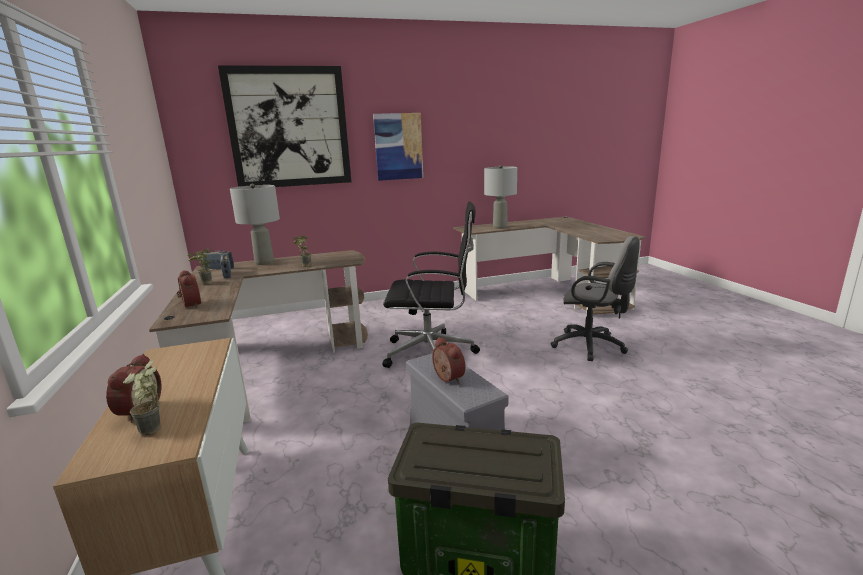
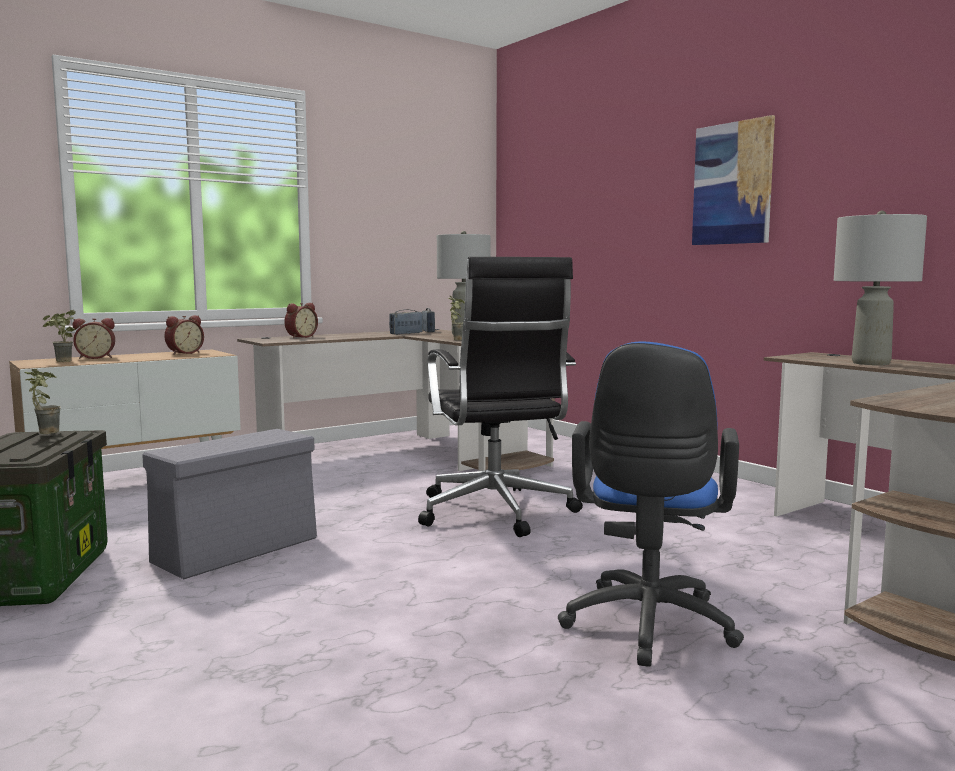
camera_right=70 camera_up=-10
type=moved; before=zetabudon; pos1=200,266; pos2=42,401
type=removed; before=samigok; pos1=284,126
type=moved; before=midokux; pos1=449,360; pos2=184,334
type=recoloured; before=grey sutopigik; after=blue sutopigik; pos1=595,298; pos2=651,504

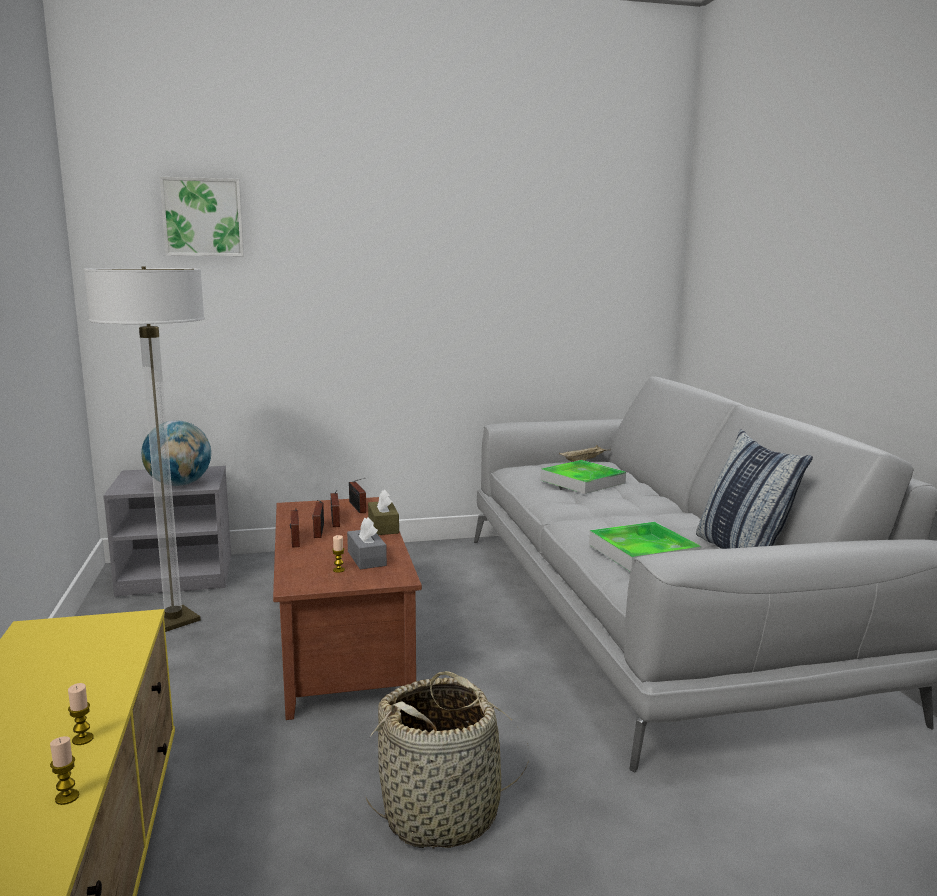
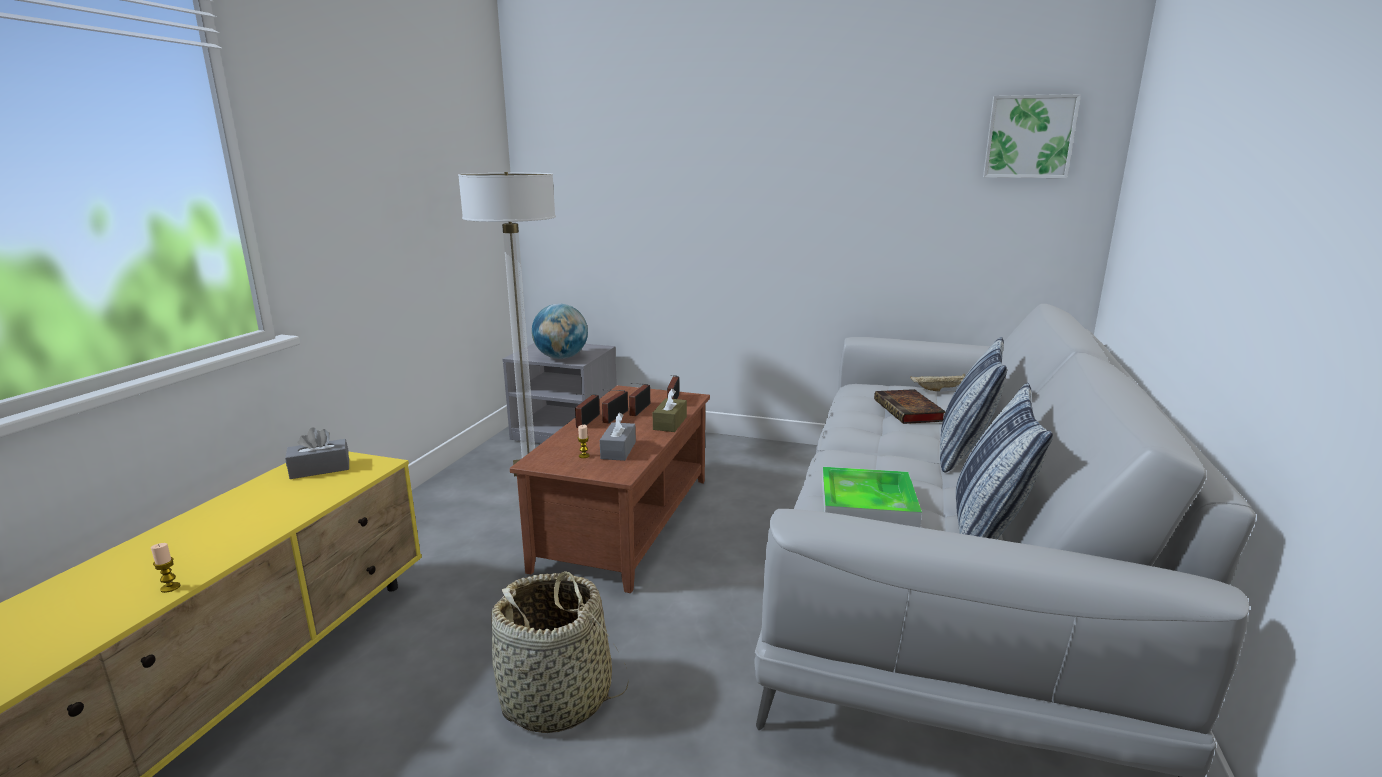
camera_right=30 camera_up=5
type=removed; before=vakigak; pos1=81,714
type=moved; before=samigok; pos1=202,216; pos2=1032,136
type=replaced; before=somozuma; after=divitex; pos1=583,477; pos2=910,406
type=added; after=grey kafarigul; pos2=317,453
type=added; after=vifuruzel; pos2=973,404

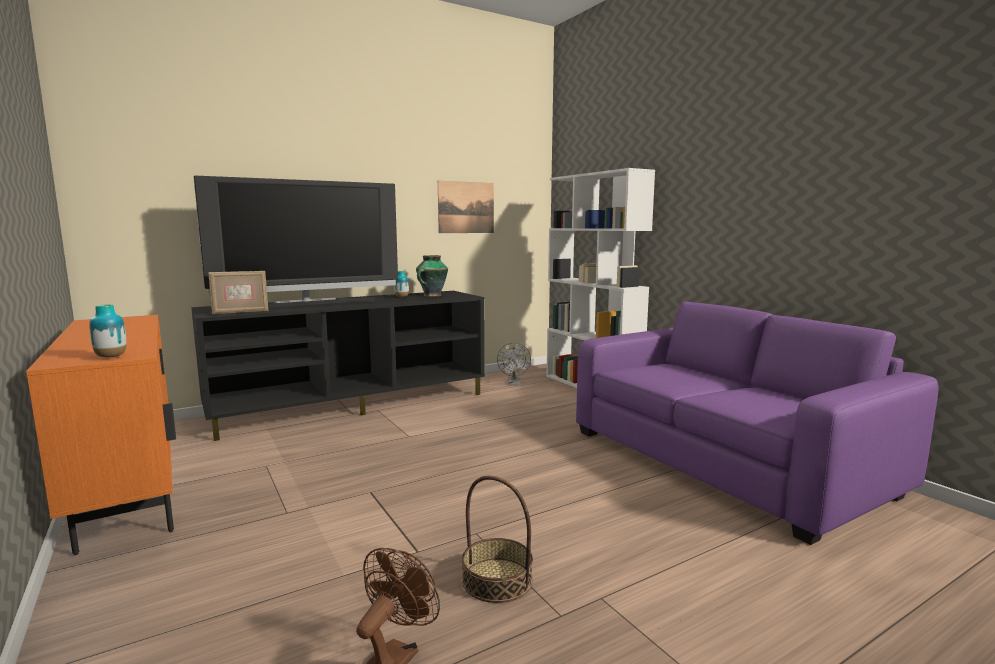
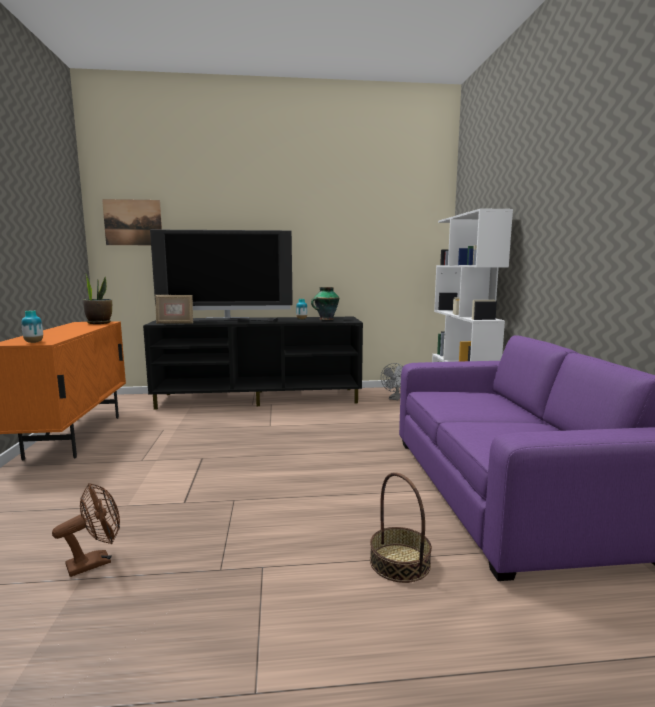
camera_right=25 camera_up=0
type=moved; before=samigok; pos1=466,207; pos2=132,222
type=moved; before=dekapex; pos1=497,539; pos2=401,527
type=added; after=zetabudon; pos2=97,299

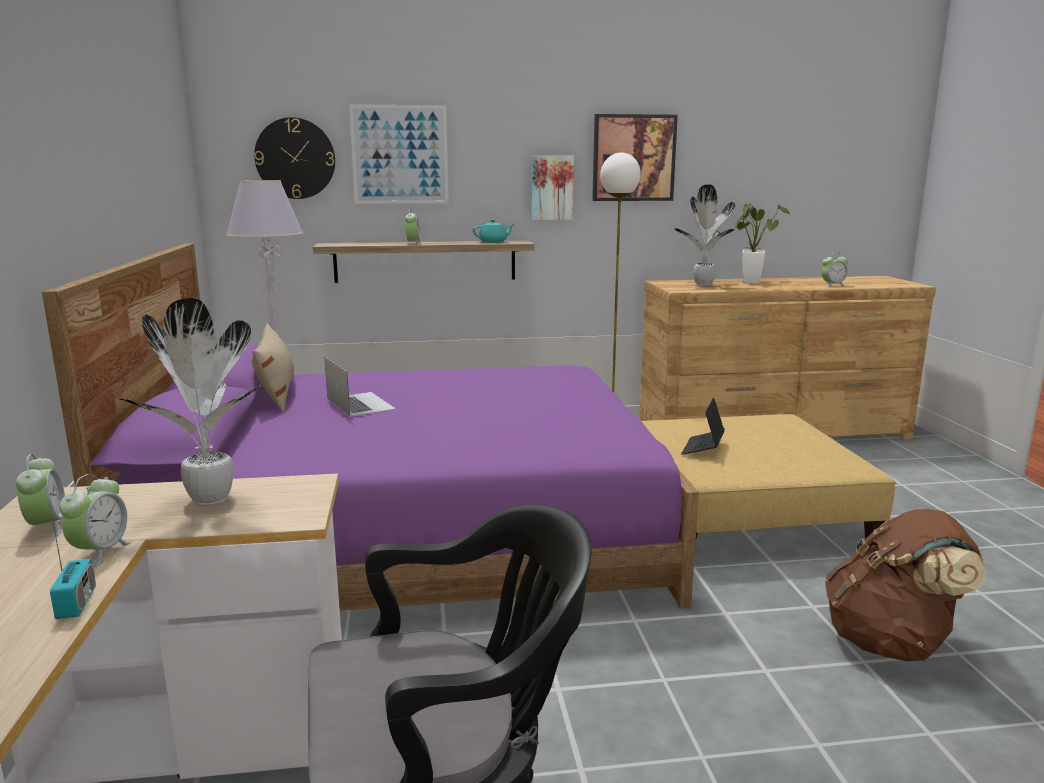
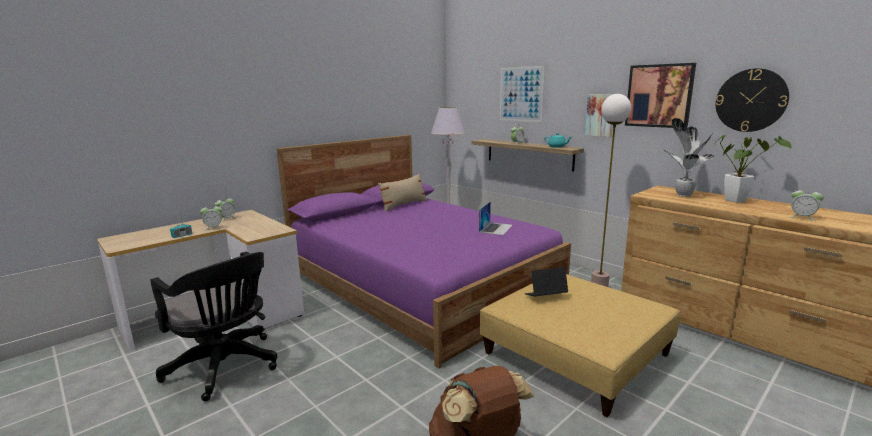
camera_right=55 camera_up=0
type=removed; before=zetabudon; pos1=190,402
type=moved; before=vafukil; pos1=294,158; pos2=752,100
type=moved; before=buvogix; pos1=360,387; pos2=495,218

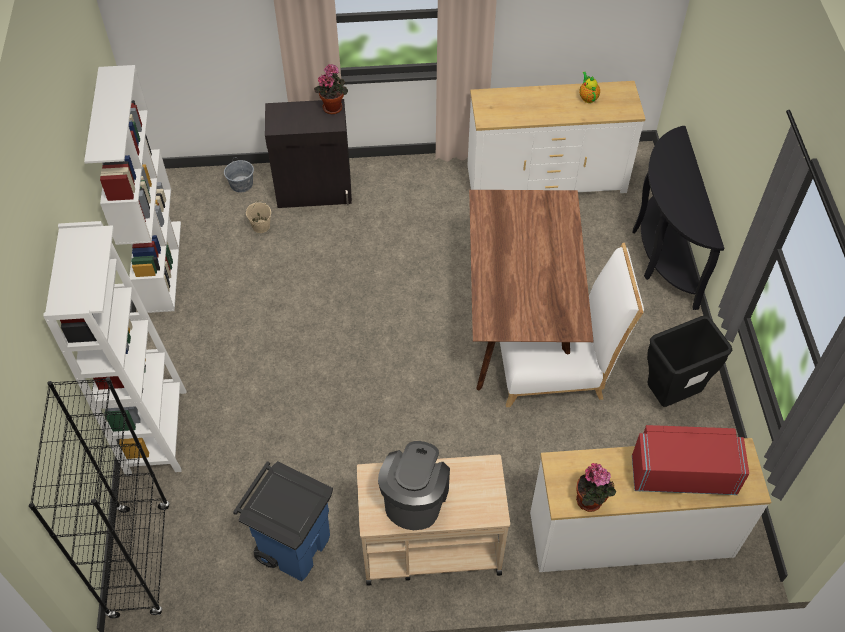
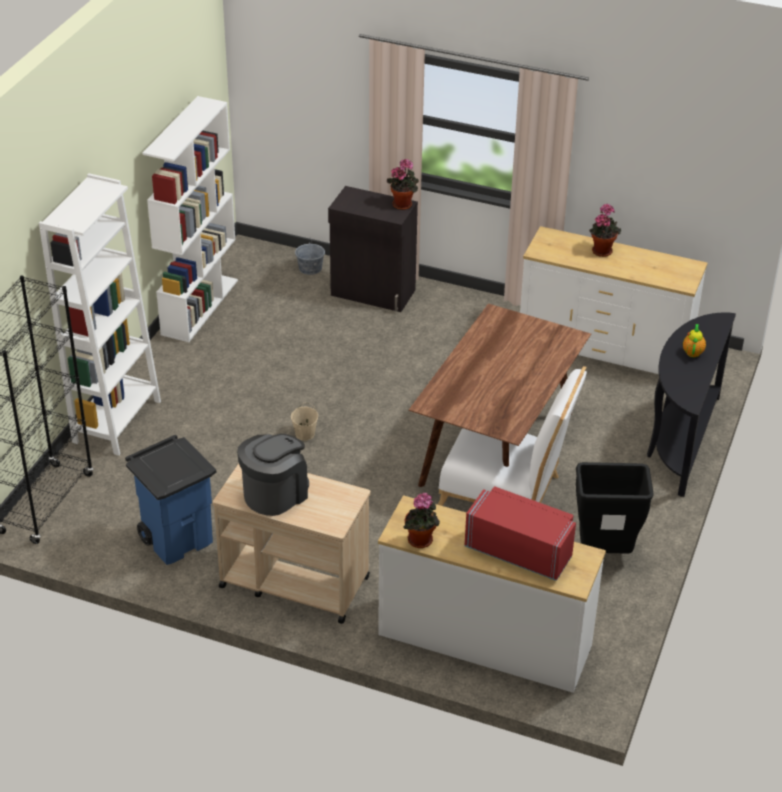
camera_right=25 camera_up=-15
type=moved; before=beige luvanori; pos1=258,216; pos2=304,422
type=moved; before=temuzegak; pos1=589,87; pos2=694,340
type=added; after=zetabudon; pos2=605,230

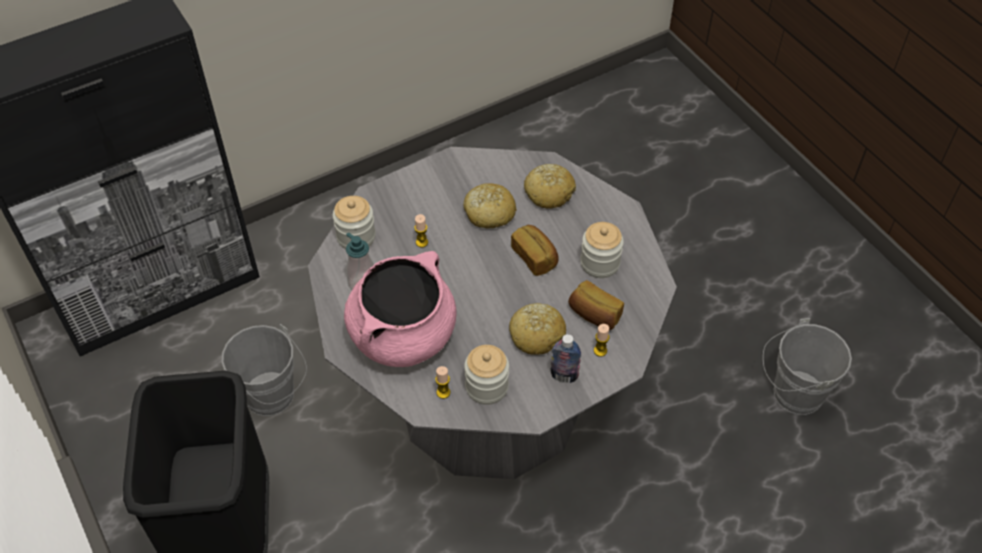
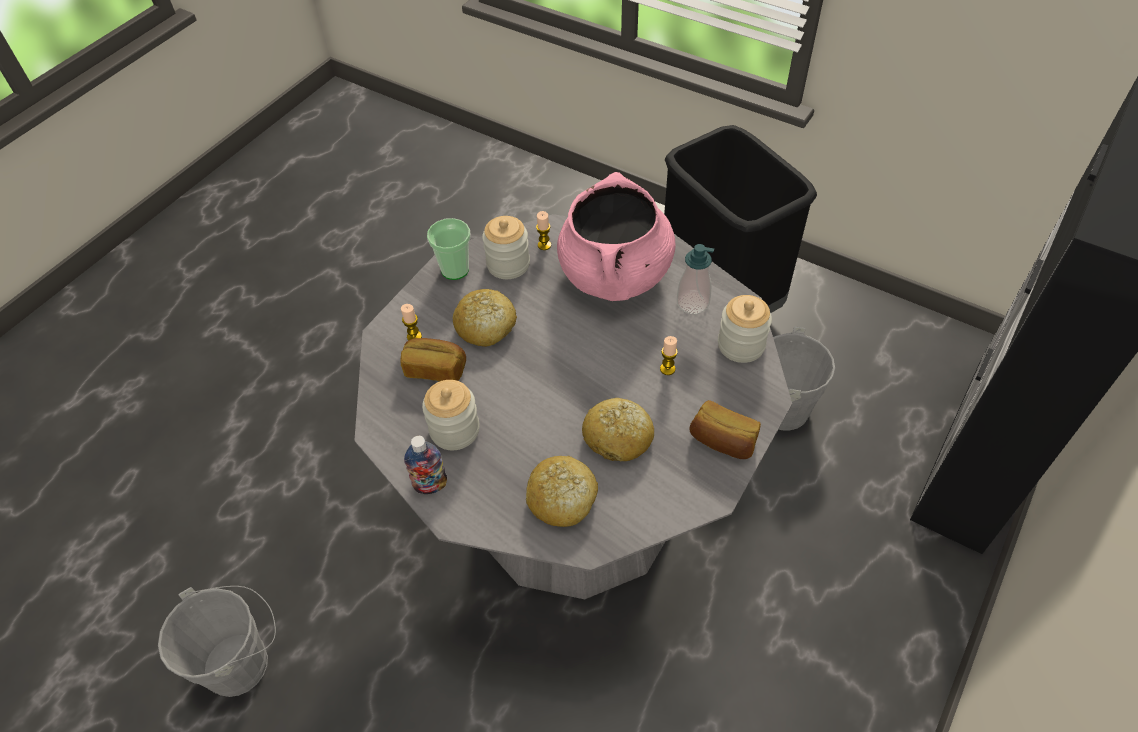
camera_right=155 camera_up=0
type=moved; before=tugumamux; pos1=535,250; pos2=725,429
type=moved; before=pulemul; pos1=565,358; pos2=425,465
type=added; after=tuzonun; pos2=448,249

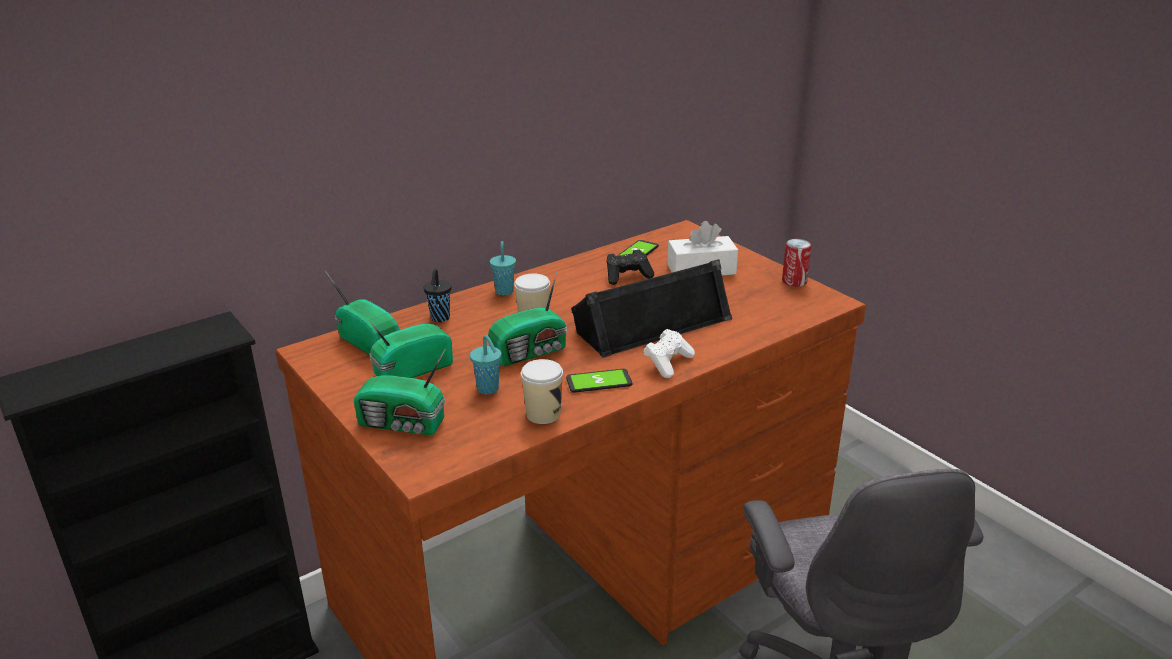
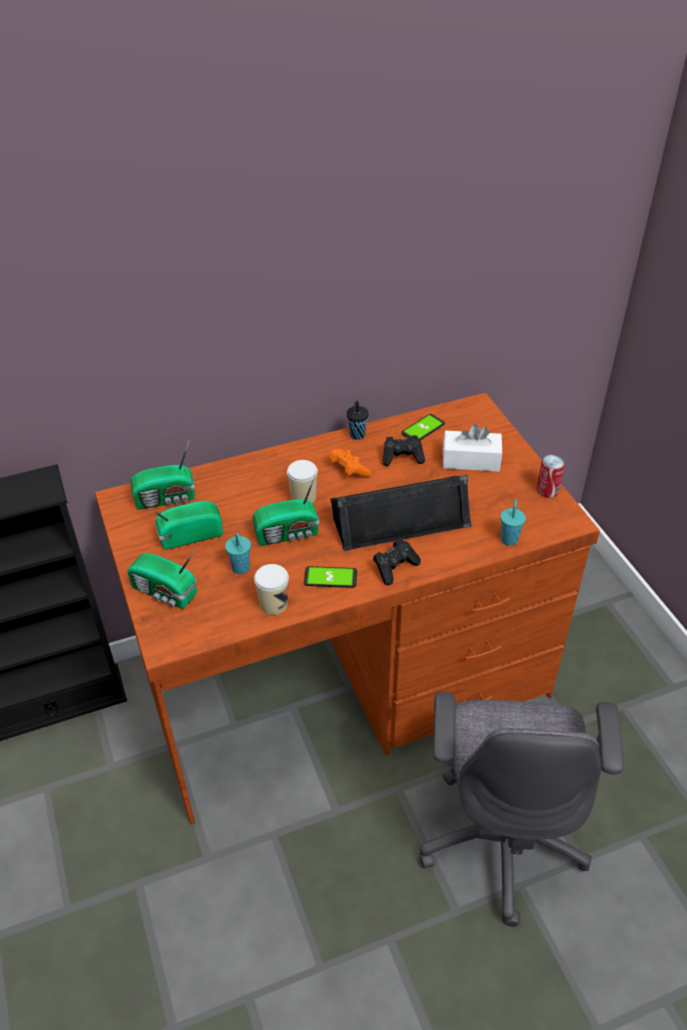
camera_right=15 camera_up=15
type=turned; before=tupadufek; pos1=362,313; pos2=162,474; turn=105
type=moved; before=black tuzonun; pos1=438,295; pos2=358,420
type=moved; before=turquoise tuzonun; pos1=503,268; pos2=513,523
type=recoloured; before=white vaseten; after=black vaseten; pos1=669,353; pos2=397,562
type=added; after=orange vaseten; pos2=350,463

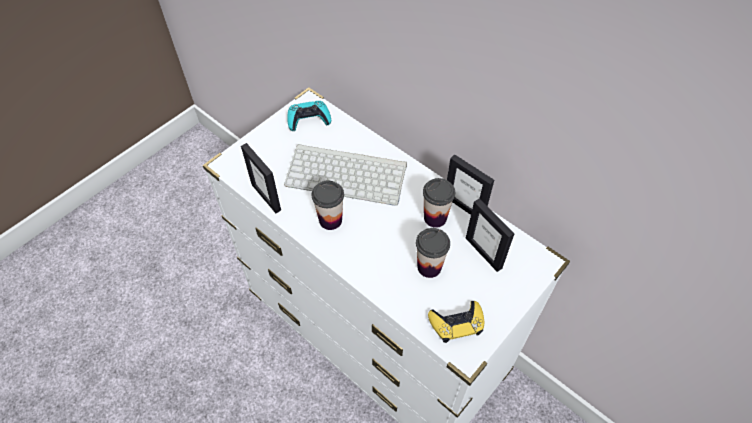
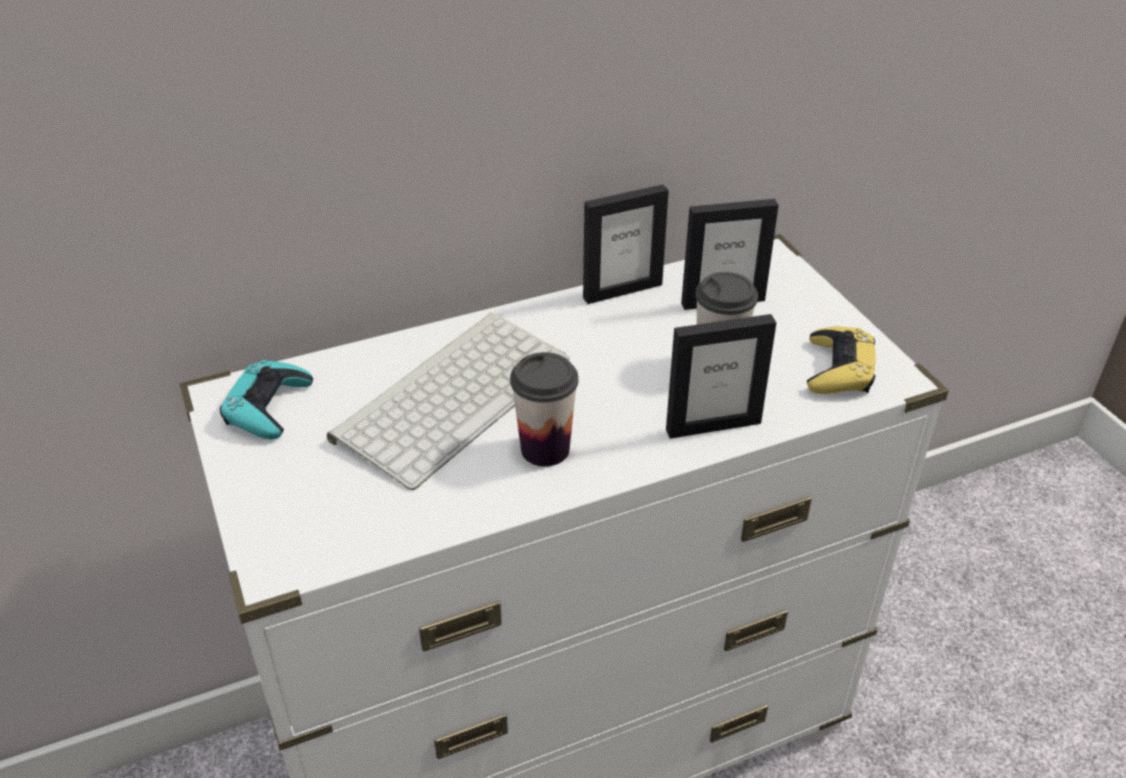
camera_right=-65 camera_up=-15
type=moved; before=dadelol; pos1=261,178; pos2=721,376
type=removed; before=tuzonun; pos1=439,203

